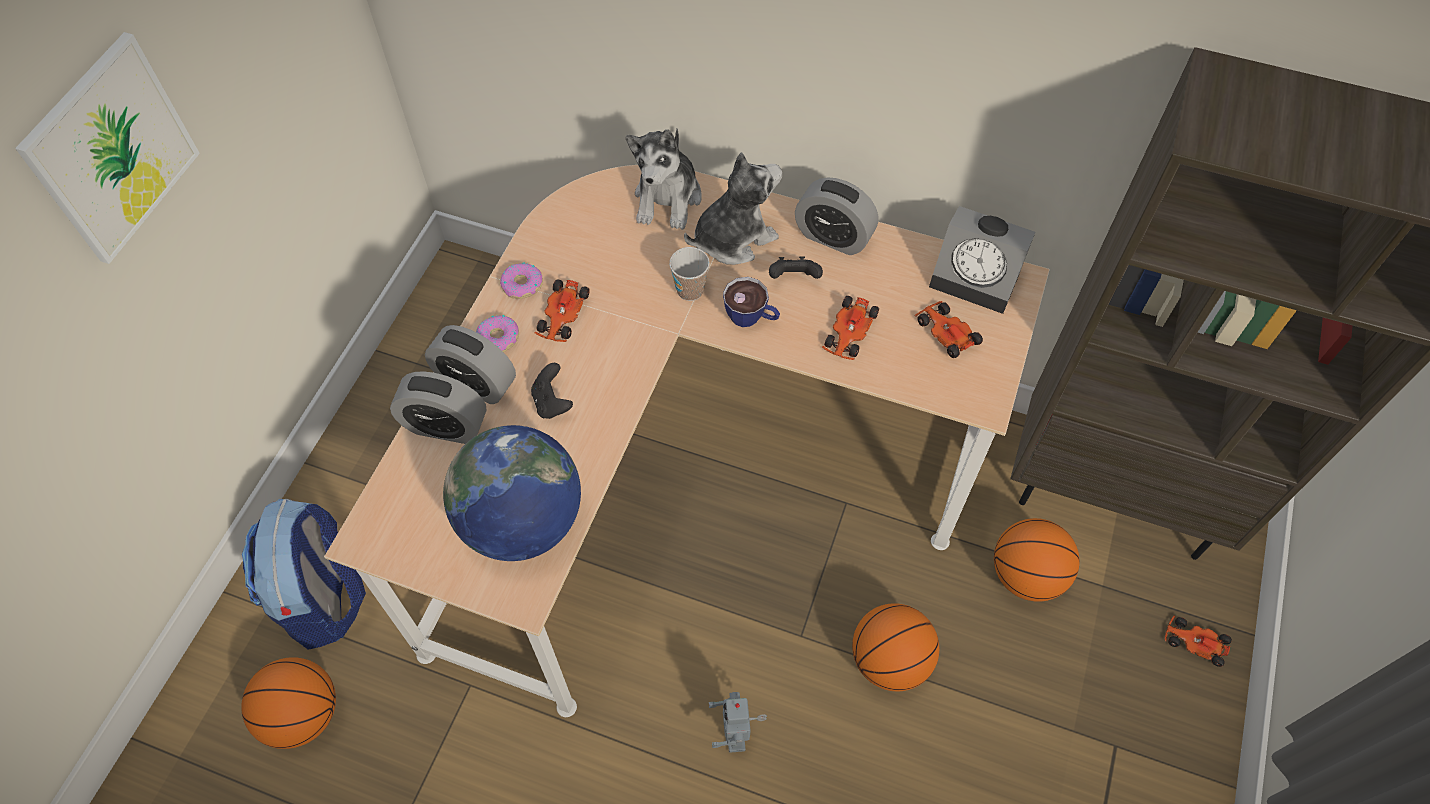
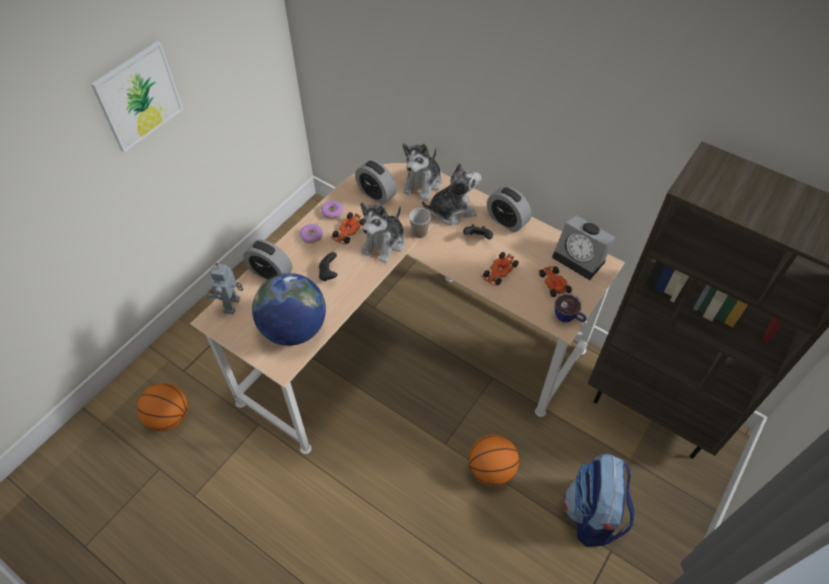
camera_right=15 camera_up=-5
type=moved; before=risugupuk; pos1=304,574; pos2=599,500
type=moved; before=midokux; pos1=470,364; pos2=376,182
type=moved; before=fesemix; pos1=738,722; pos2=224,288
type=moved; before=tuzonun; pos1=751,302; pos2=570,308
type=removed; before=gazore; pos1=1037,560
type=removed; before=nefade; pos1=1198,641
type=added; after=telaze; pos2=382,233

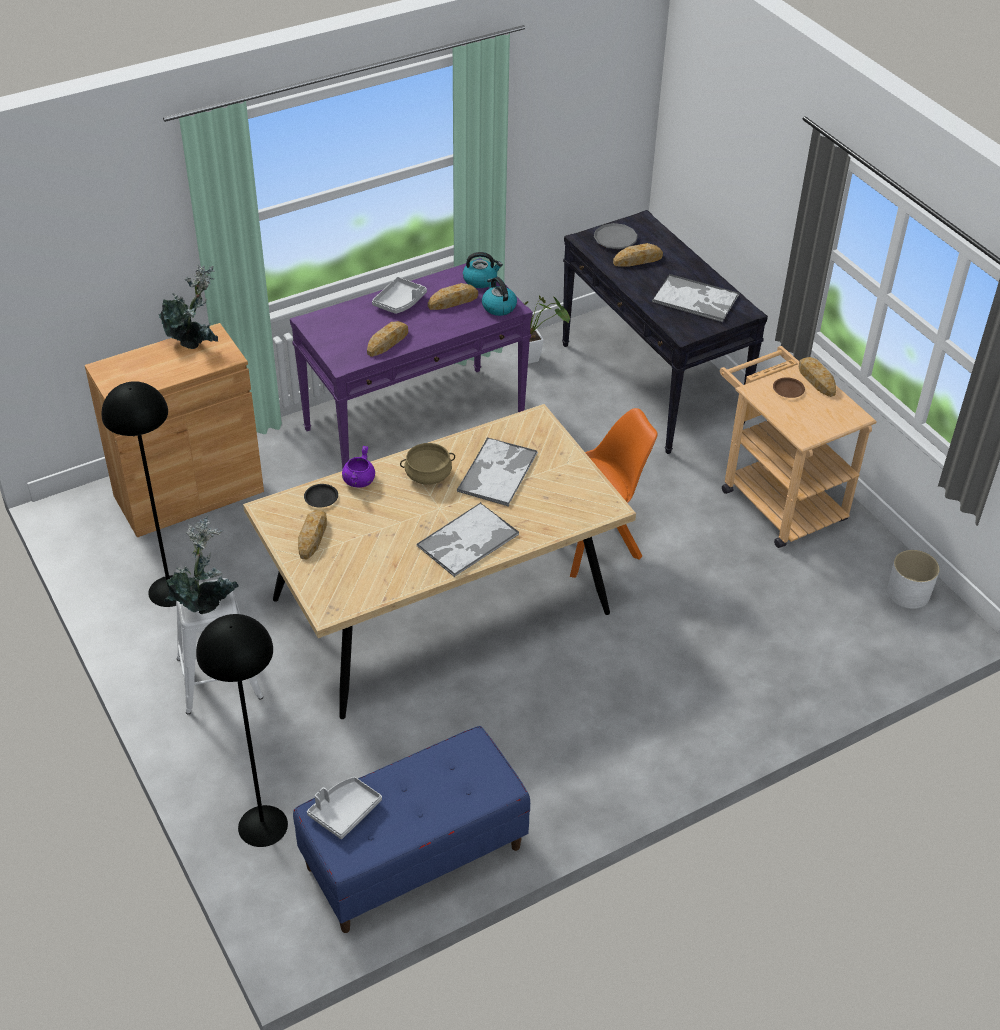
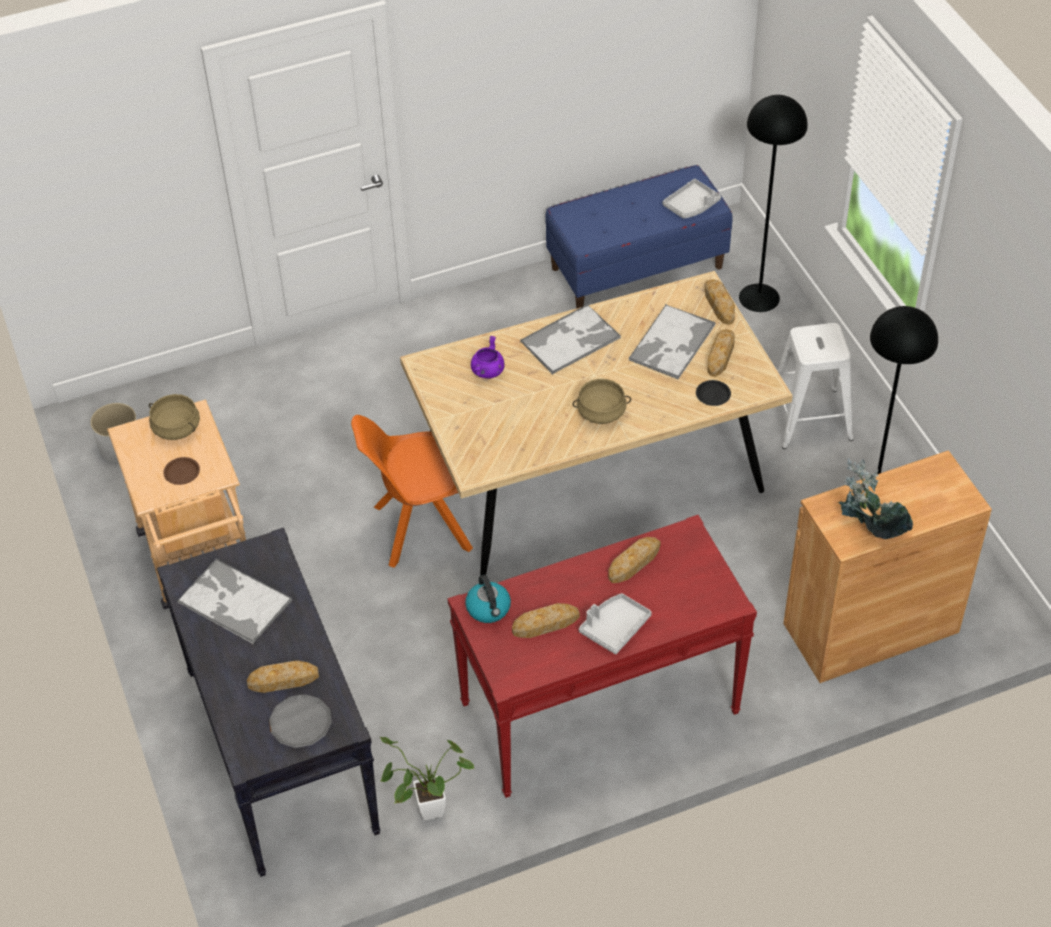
camera_right=-170 camera_up=5
type=removed; before=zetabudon; pos1=201,564
type=recoloured; before=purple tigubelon; after=red tigubelon; pos1=411,363; pos2=602,656
type=moved; before=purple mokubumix; pos1=358,467; pos2=488,357
type=moved; before=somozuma; pos1=497,472; pos2=672,342
type=removed; before=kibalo; pos1=483,270
type=moved; before=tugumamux; pos1=817,377; pos2=720,302
type=added; after=beige mokubumix; pos2=174,417

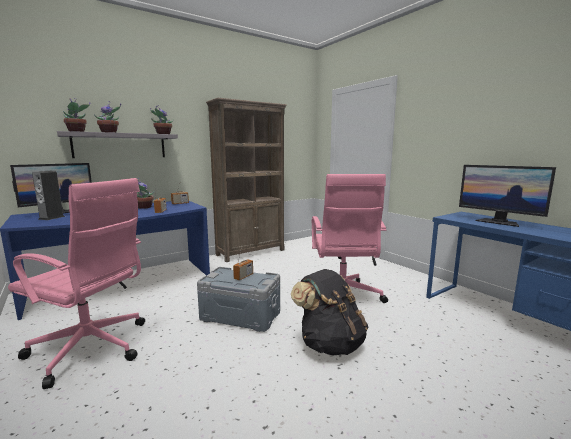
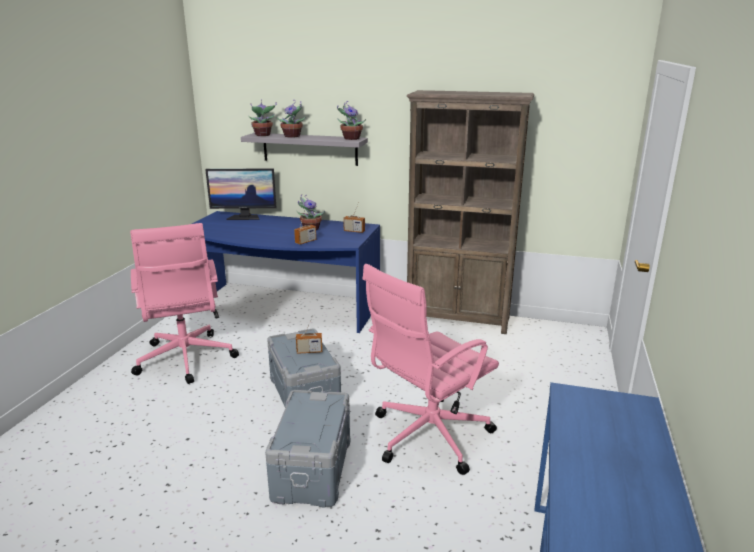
camera_right=50 camera_up=10
type=removed; before=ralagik; pos1=48,195
type=replaced; before=black risugupuk; after=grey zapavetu; pos1=329,312; pos2=307,449
type=removed; before=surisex; pos1=507,196

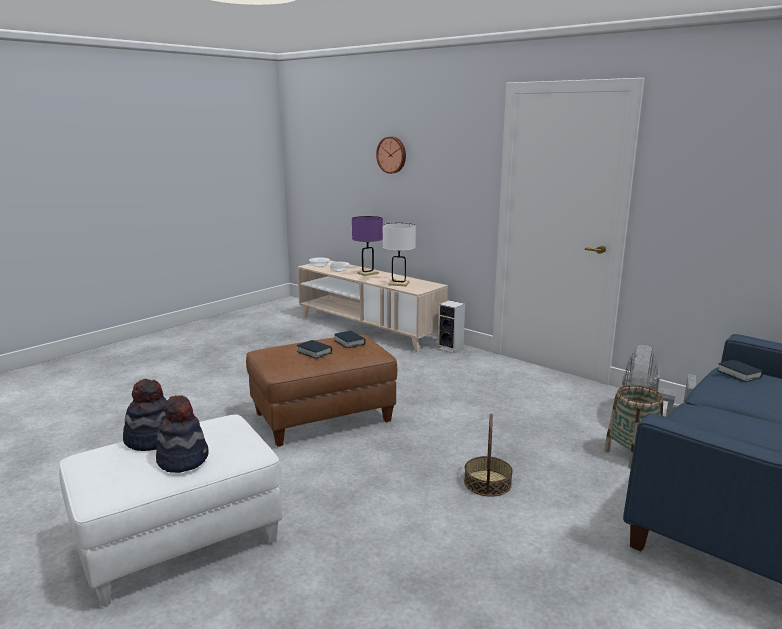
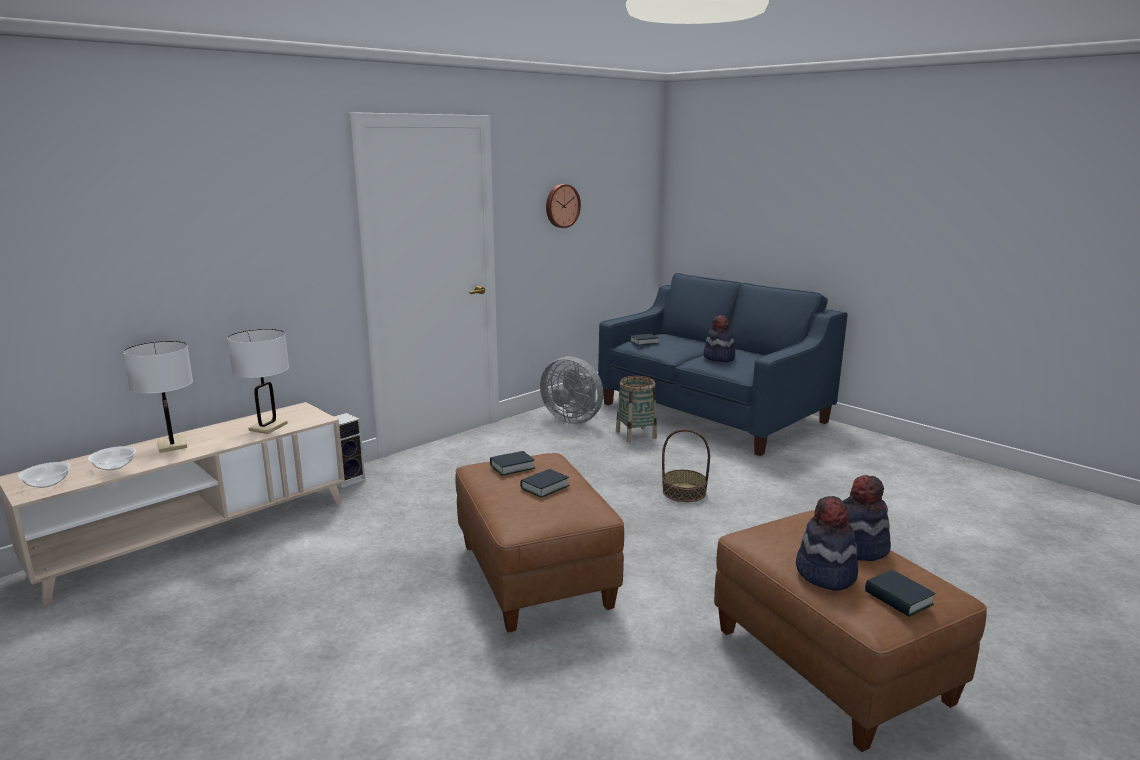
camera_right=-85 camera_up=0
type=recoloured; before=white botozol; after=brown botozol; pos1=170,511; pos2=850,631
type=recoloured; before=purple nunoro; after=white nunoro; pos1=367,246; pos2=158,397
type=moved; before=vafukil; pos1=391,155; pos2=563,206
type=added; after=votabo; pos2=719,338
type=added; after=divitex; pos2=900,593

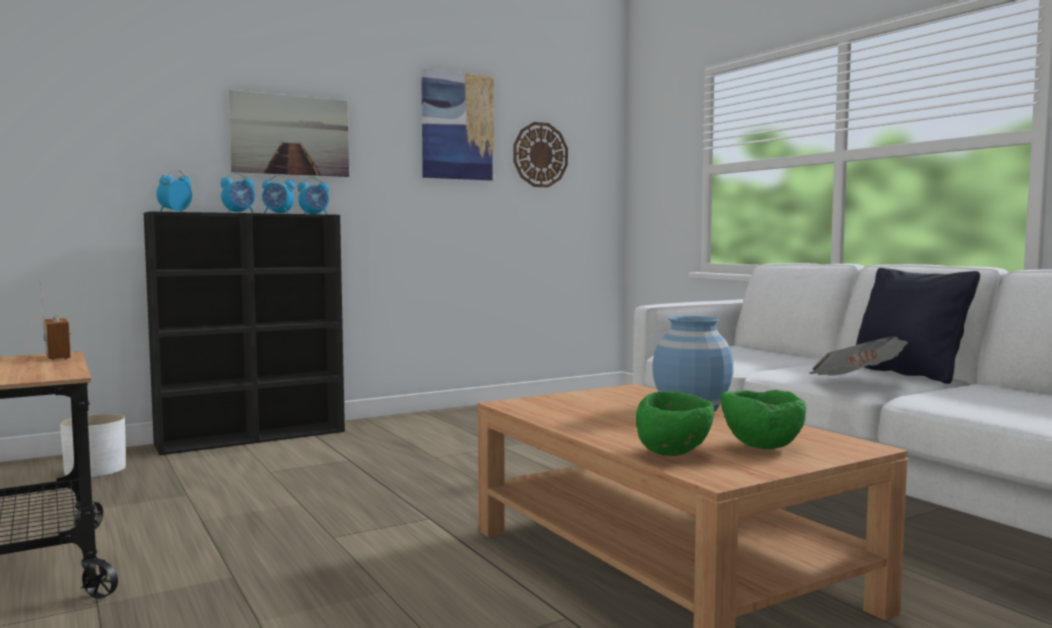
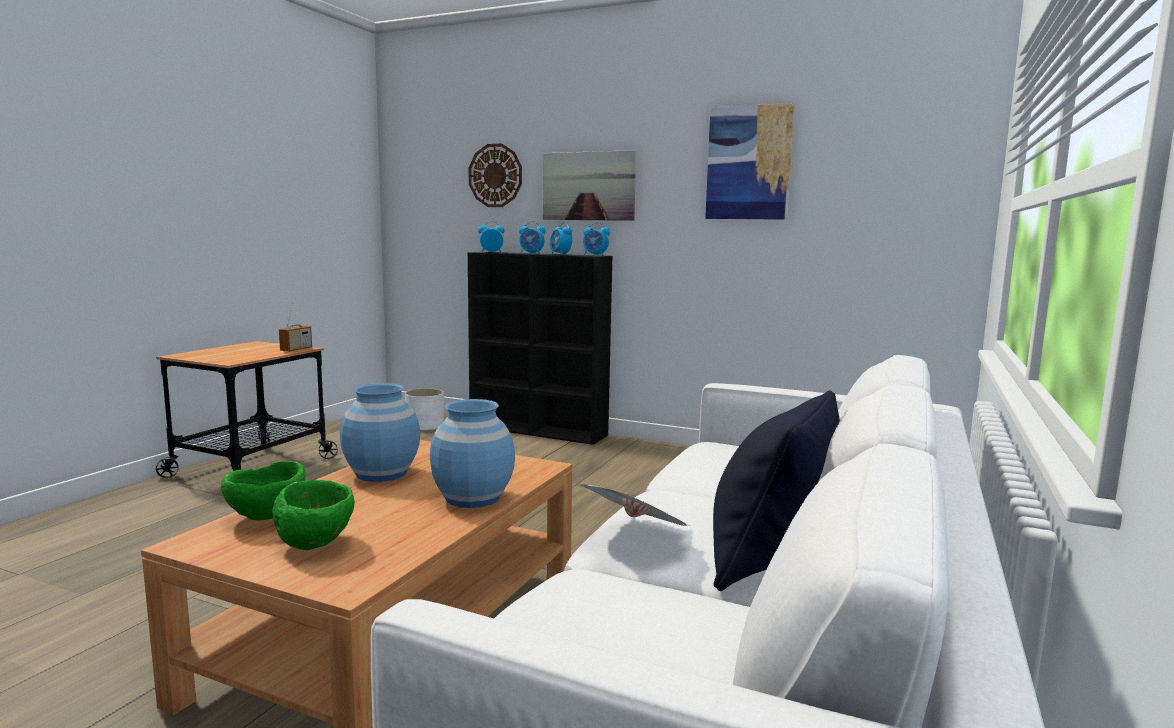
camera_right=55 camera_up=5
type=moved; before=vafukil; pos1=540,154; pos2=495,175
type=added; after=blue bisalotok; pos2=380,432

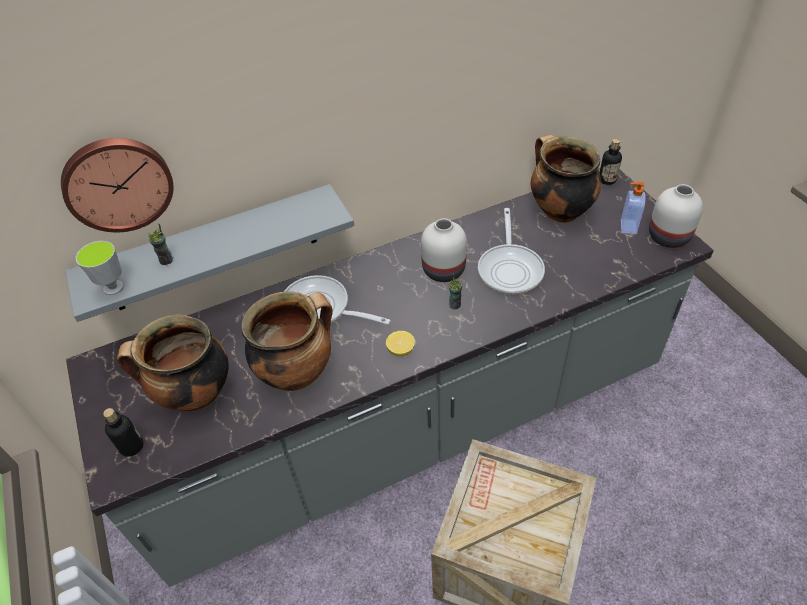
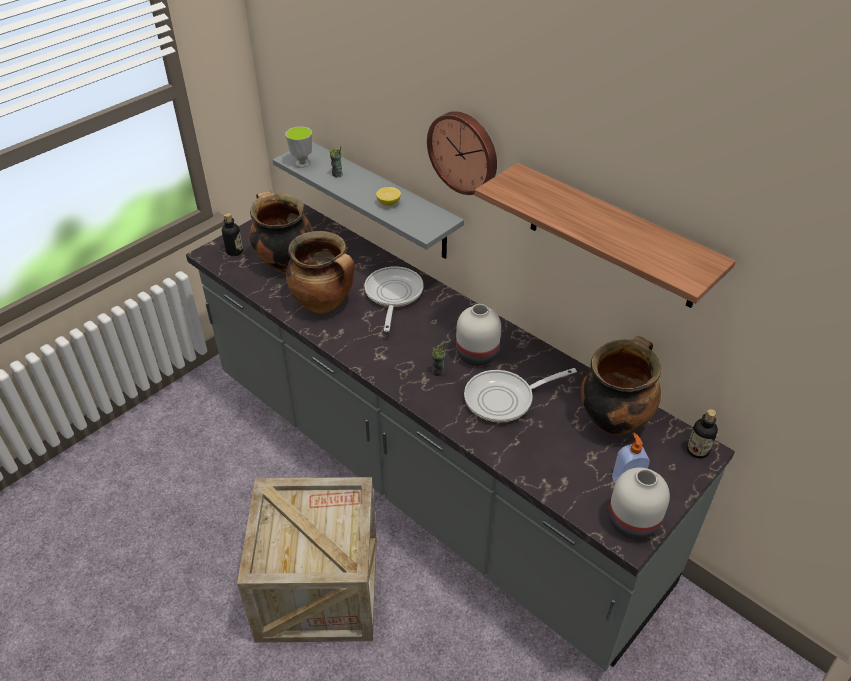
camera_right=65 camera_up=-5
type=moved; before=vafukil; pos1=117,185; pos2=462,153
type=moved; before=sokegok; pos1=400,343; pos2=388,196
type=added; after=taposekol; pos2=605,235

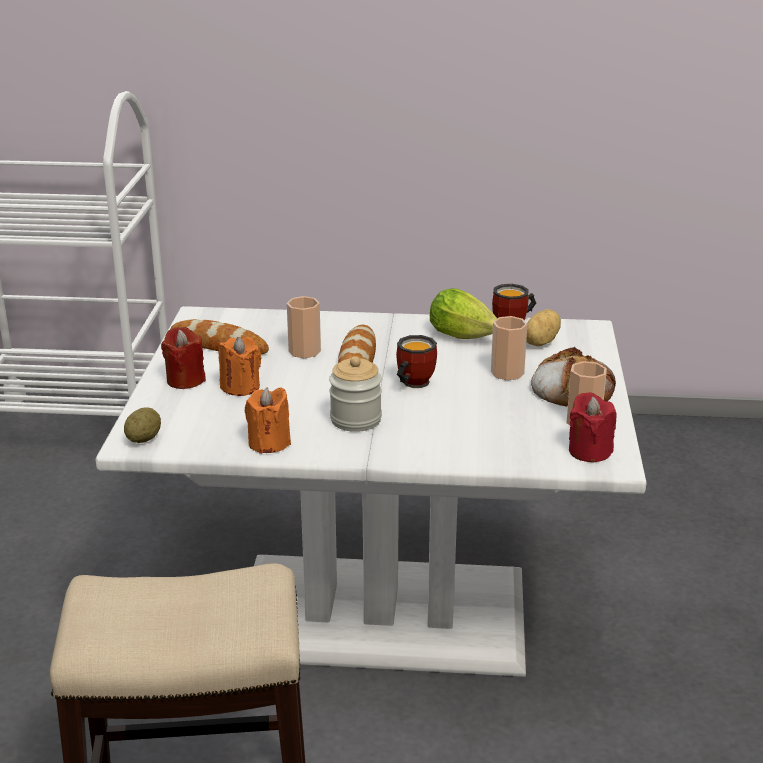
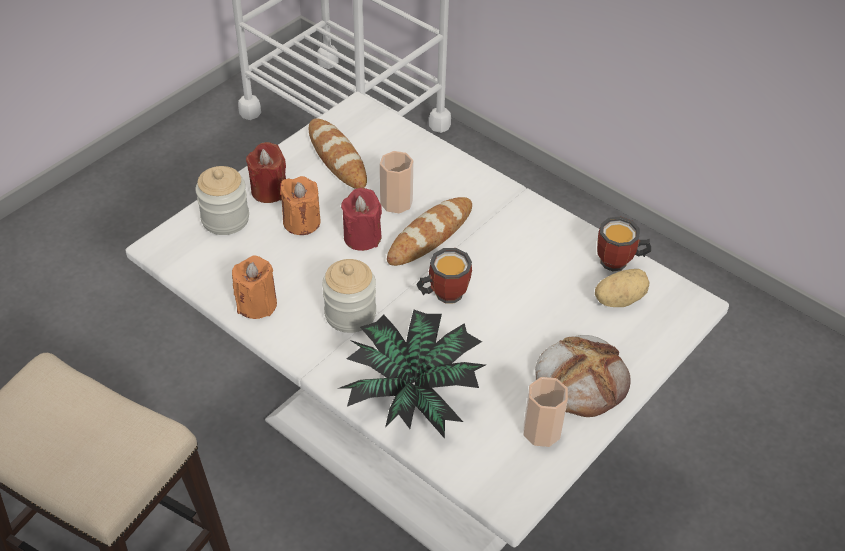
camera_right=35 camera_up=20
type=removed; before=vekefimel; pos1=142,425
type=removed; before=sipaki; pos1=464,313
type=removed; before=tuzonun; pos1=509,348
type=moved; before=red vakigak; pos1=593,427; pos2=361,219
type=added; after=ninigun; pos2=222,200
type=added; after=zetabudon; pos2=411,374

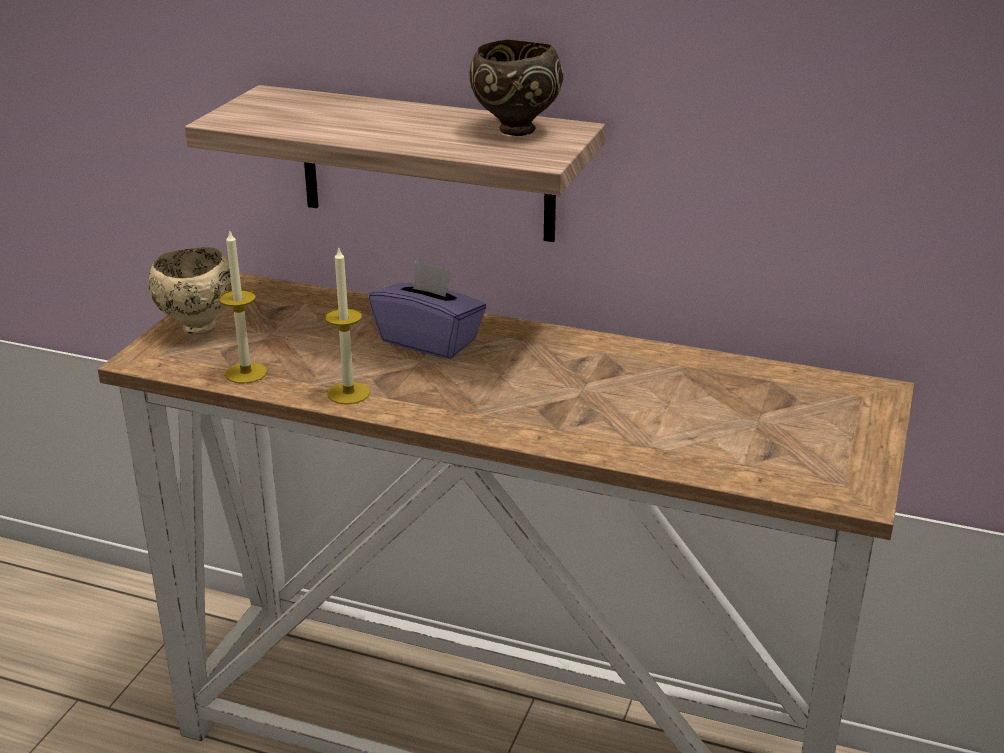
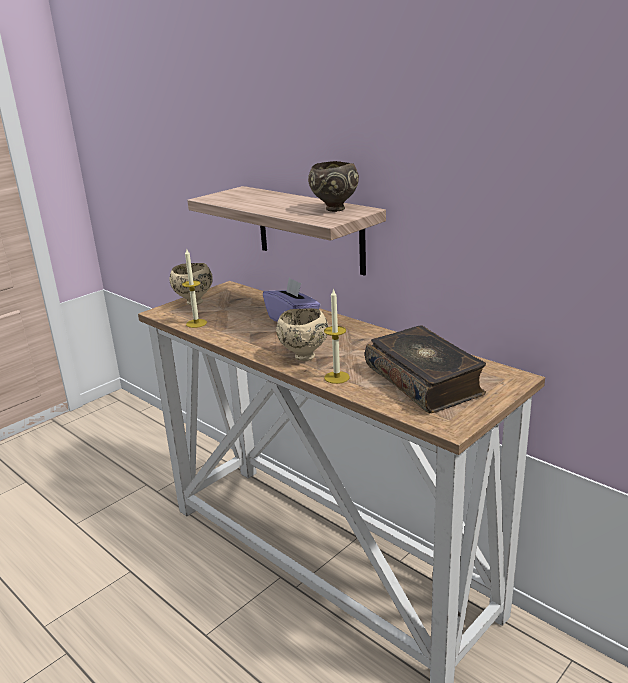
camera_right=25 camera_up=-5
type=moved; before=vakigak; pos1=347,325; pos2=337,336
type=added; after=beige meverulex; pos2=302,334
type=added; after=divitex; pos2=425,369

